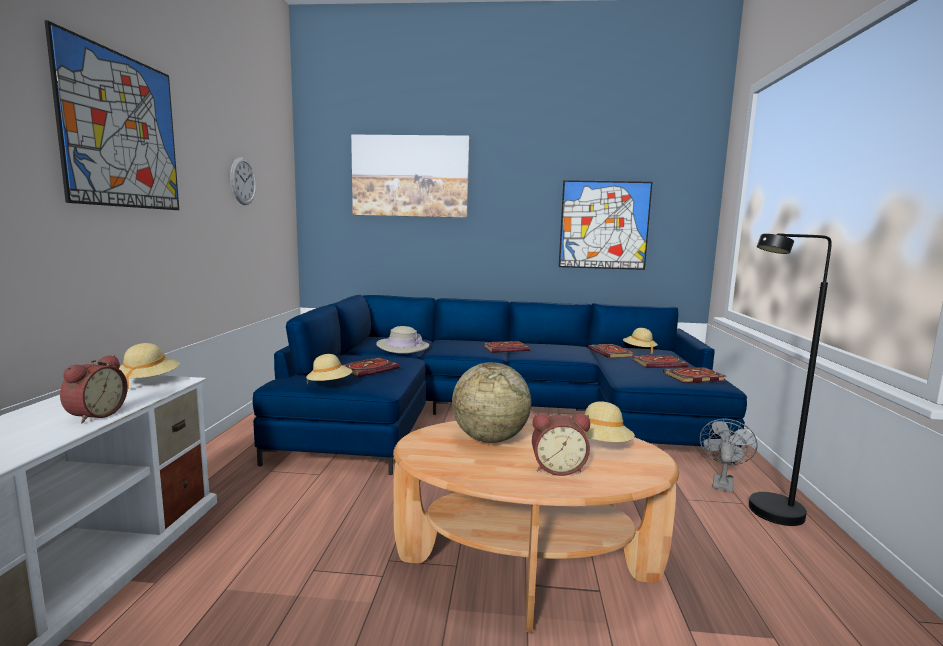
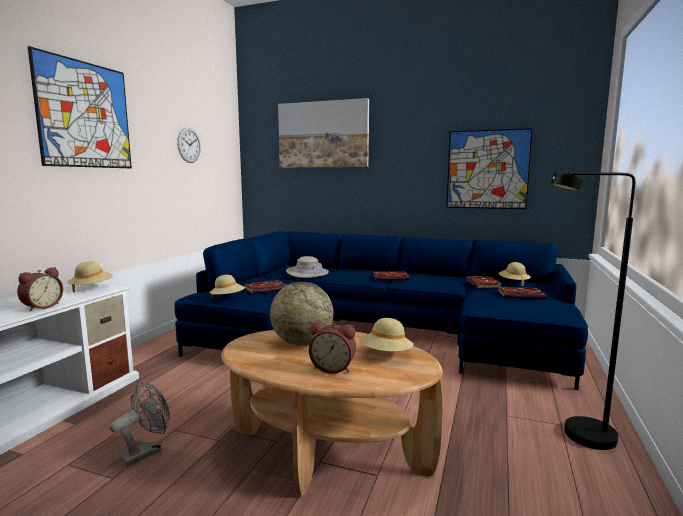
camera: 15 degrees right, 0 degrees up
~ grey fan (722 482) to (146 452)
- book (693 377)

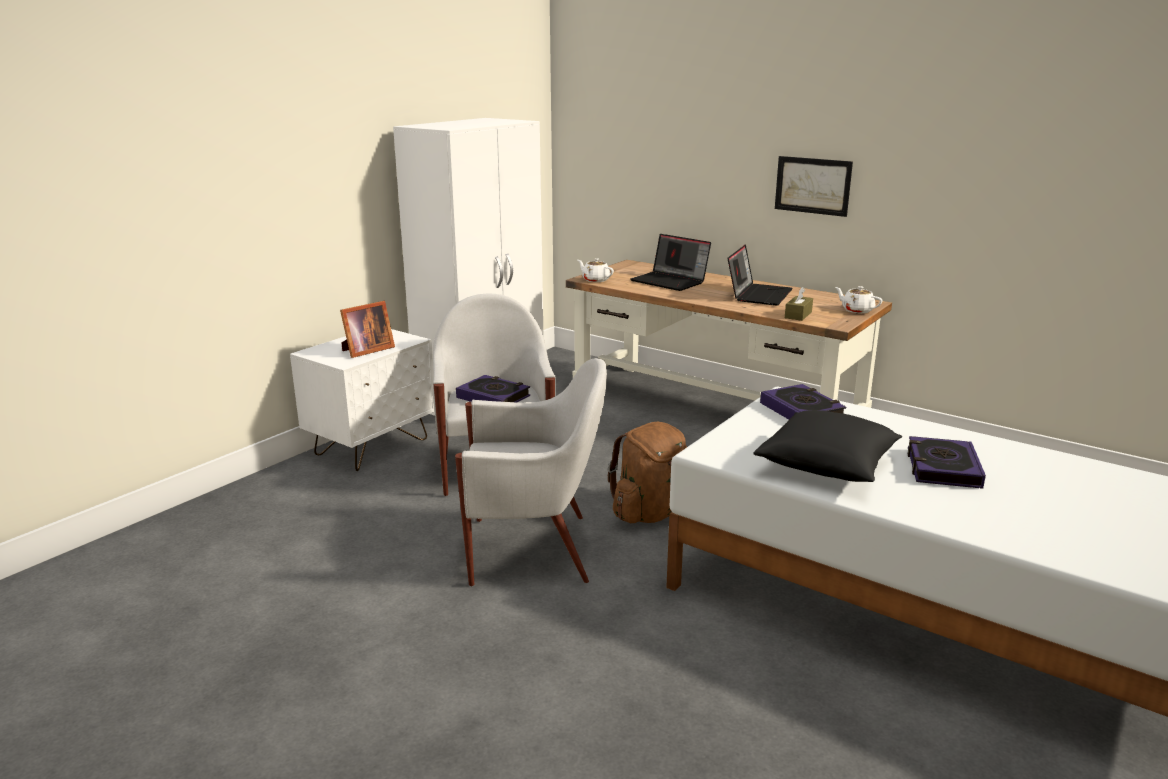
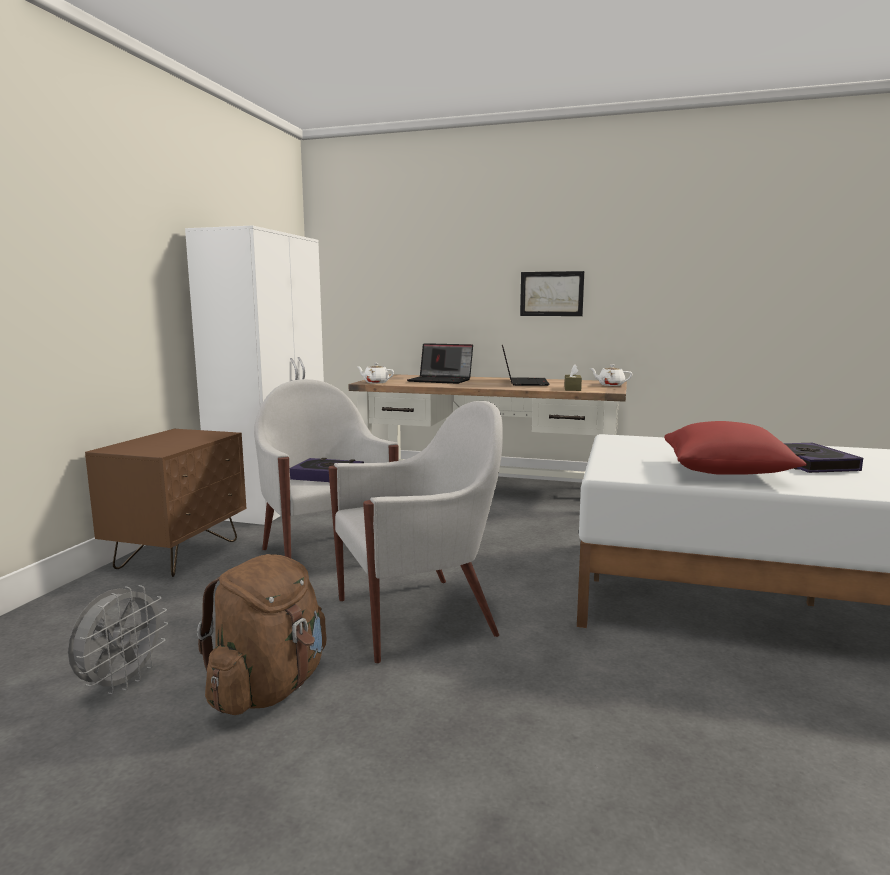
camera: 20 degrees left, 10 degrees down
+ grey fan (122 682)
~ white nightstand (372 447) to brown nightstand (178 554)
~ brown backpack (651 512) to (269 688)
~ black pillow (827 468) to red pillow (726 472)
- picture frame (366 350)
- book (801 411)

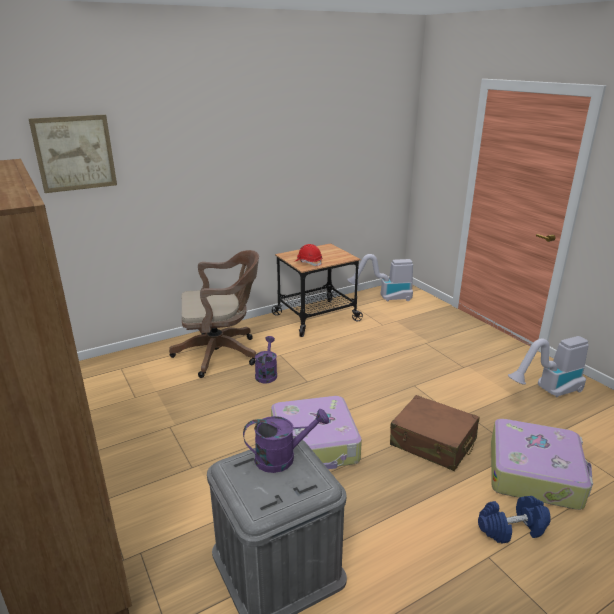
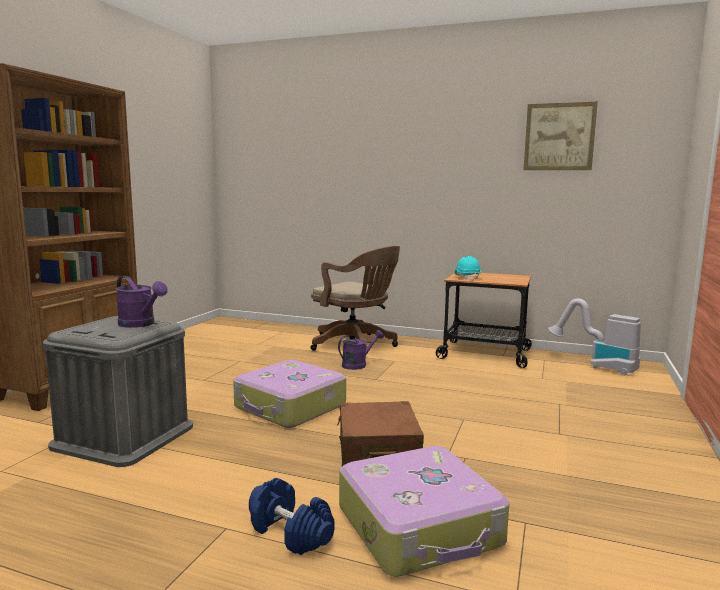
camera: 50 degrees right, 15 degrees down
~ red hard hat (308 263) to turquoise hard hat (467 278)
~ picture (75 153) to (559 137)
- vacuum cleaner (547 391)

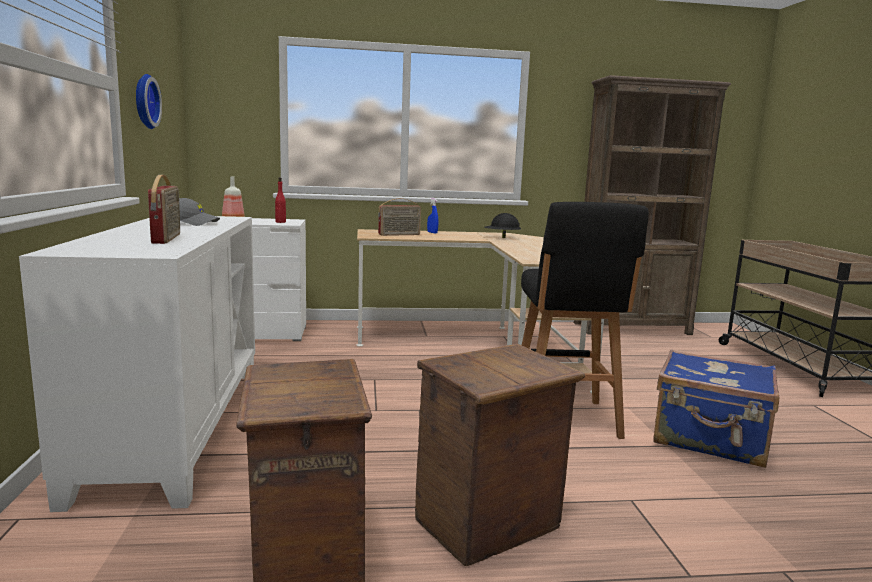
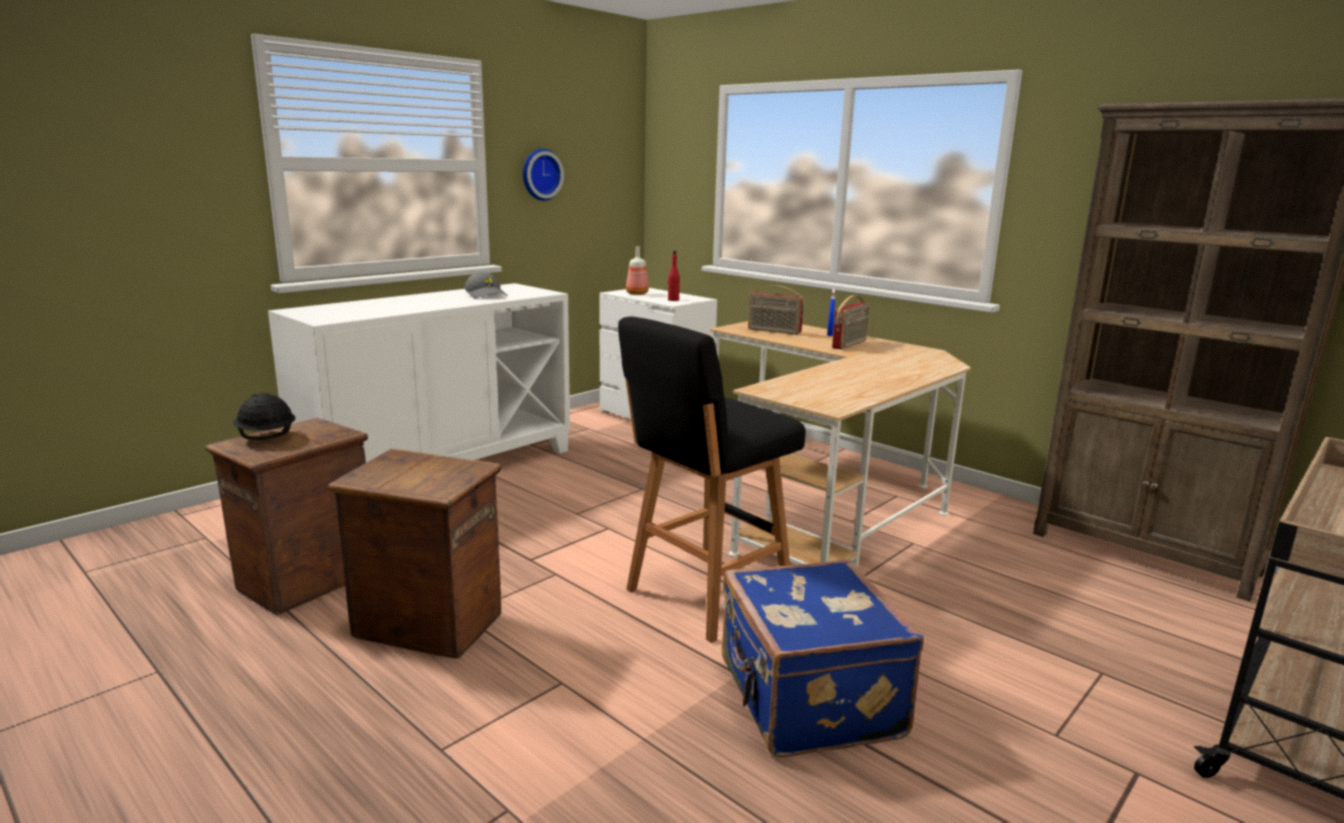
camera: 50 degrees right, 5 degrees up
~ black hard hat (501 237) to (266 437)
~ radio (167 238) to (850 344)

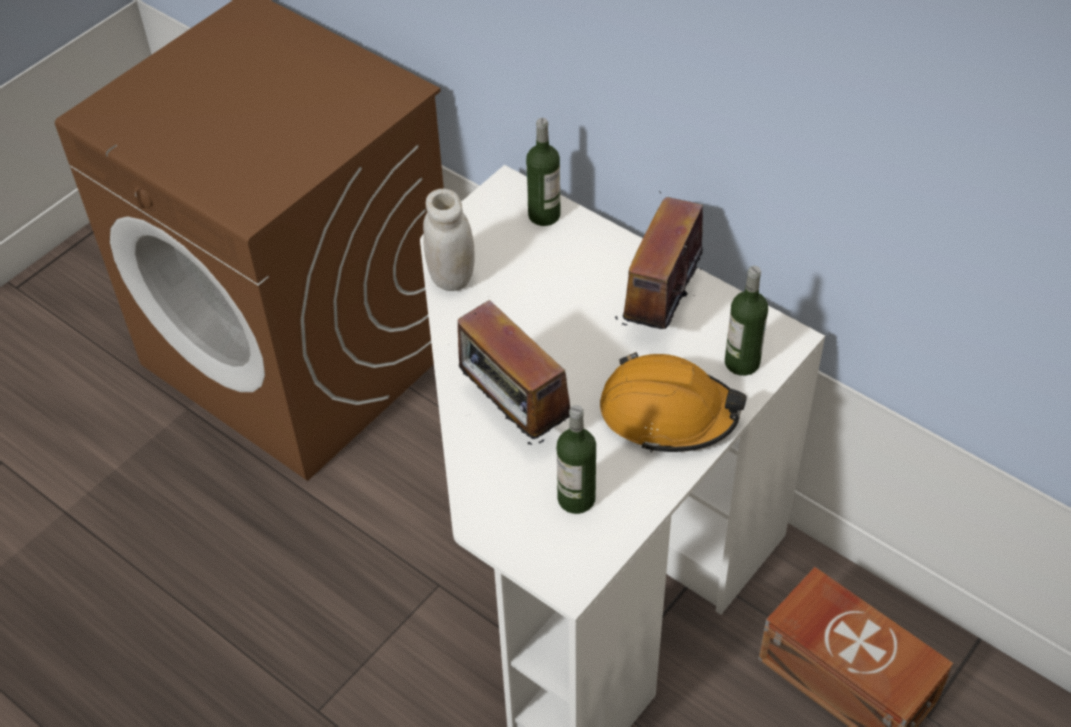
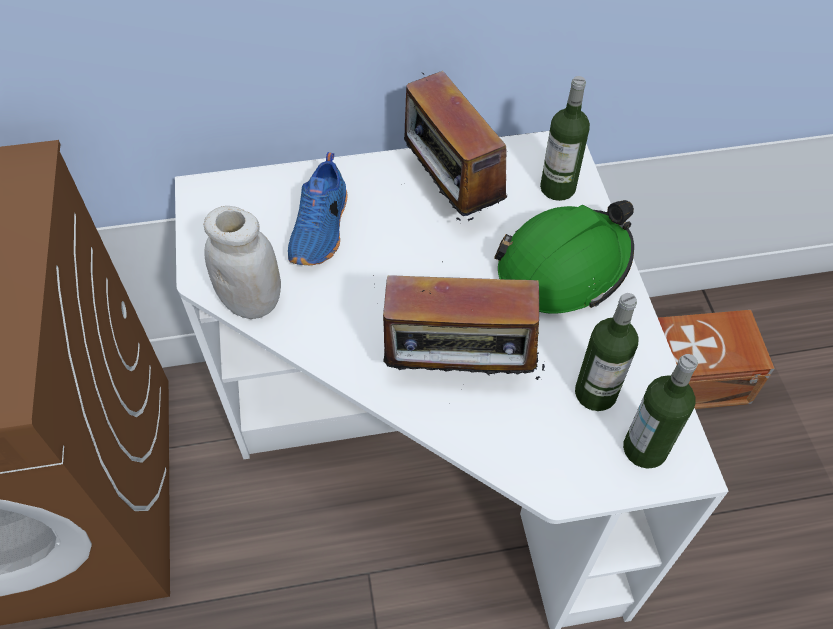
camera: 50 degrees left, 5 degrees up
+ blue shoe (322 229)
~ orange hard hat (668 414) to green hard hat (564 267)
~ bottle (544 215) to (644 449)

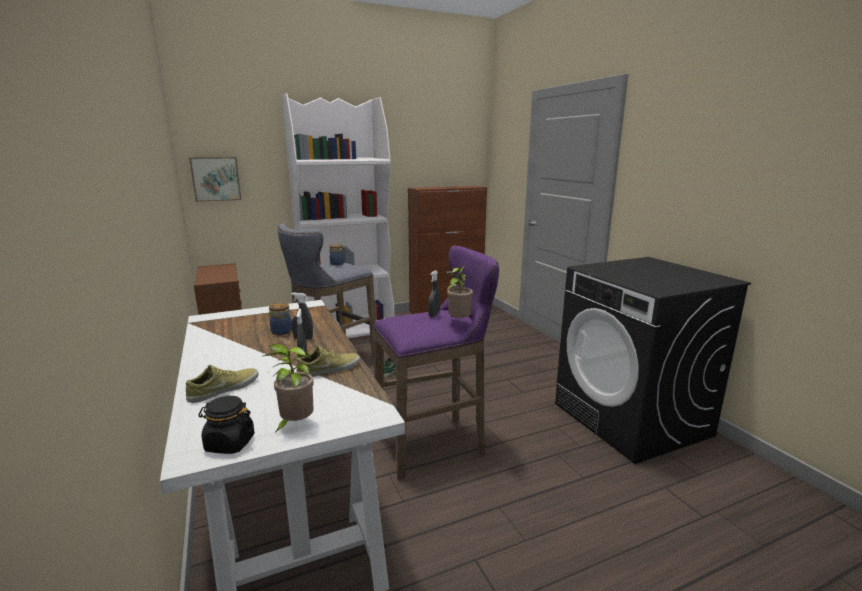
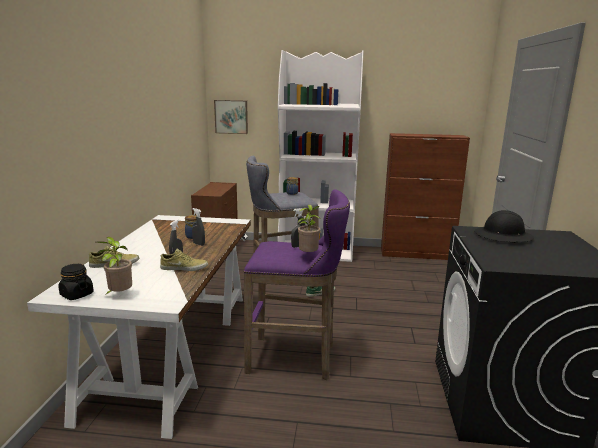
camera: 30 degrees right, 0 degrees up
+ black hard hat (503 236)

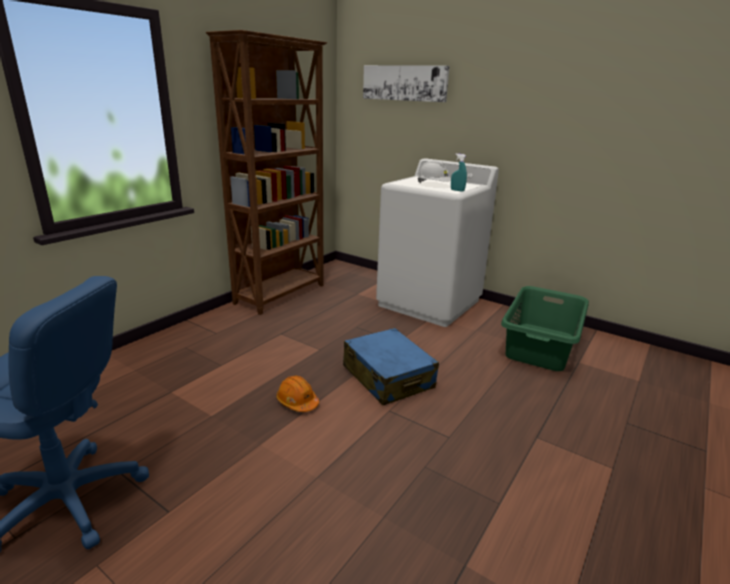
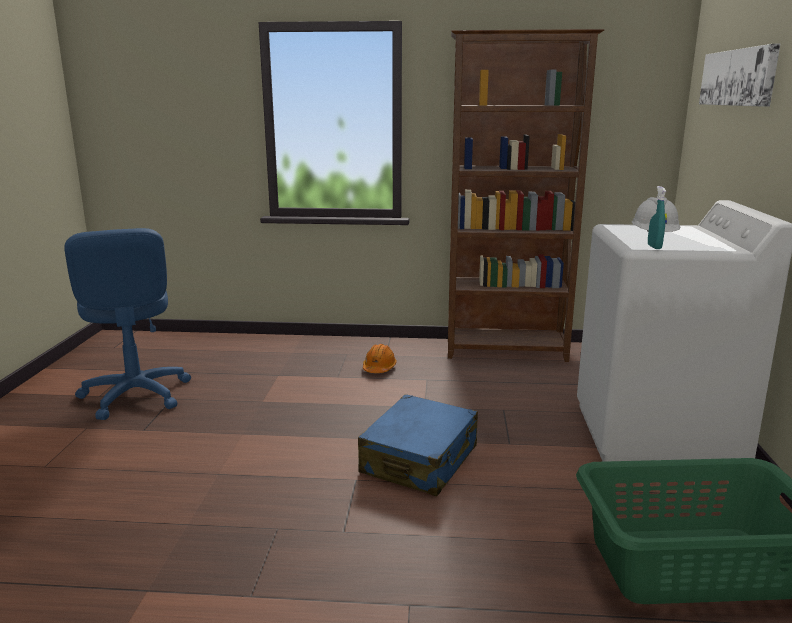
camera: 60 degrees right, 5 degrees down
~ orange hard hat (297 402) to (379 368)

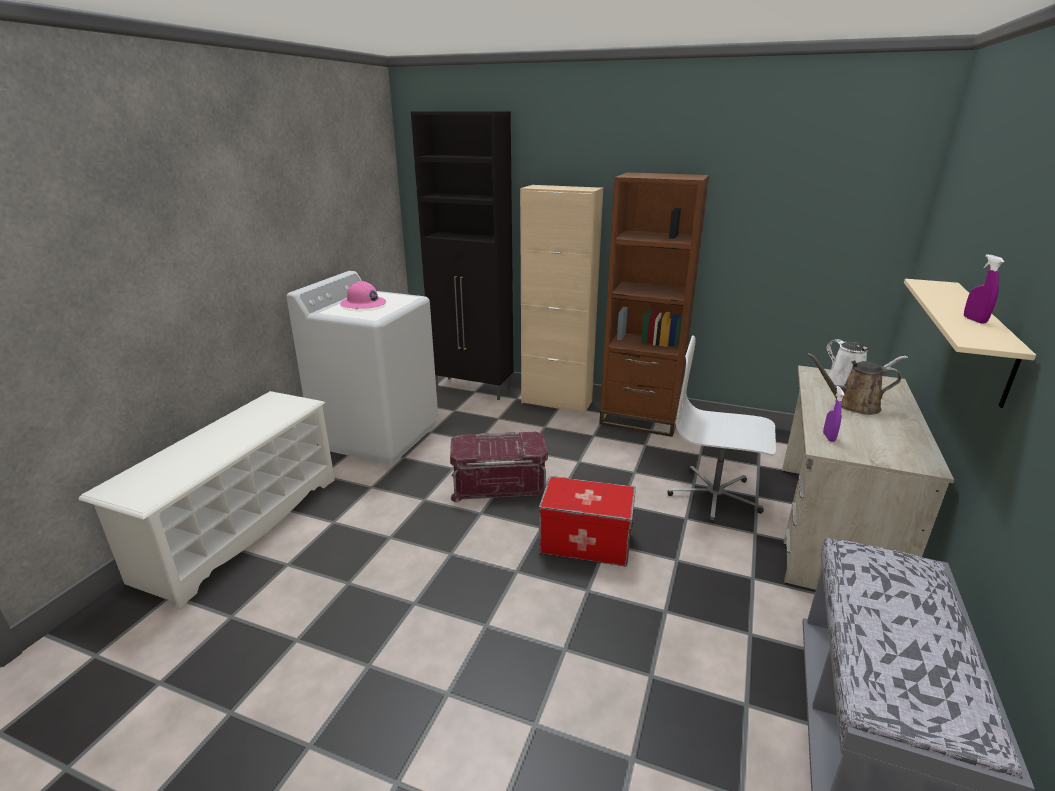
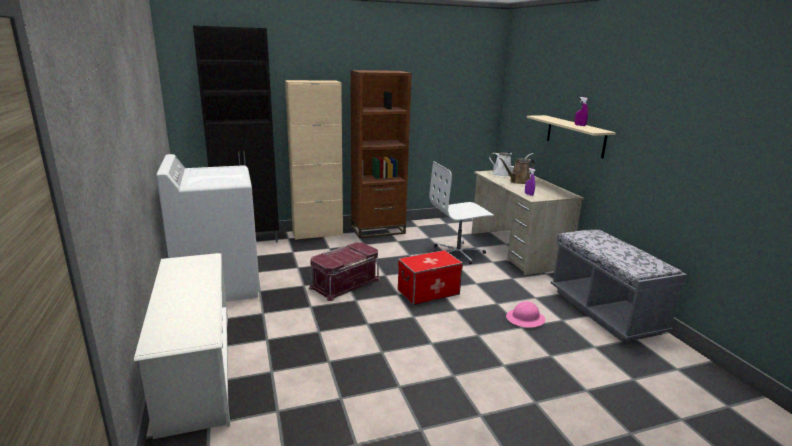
camera: 40 degrees left, 5 degrees down
~ pink hard hat (363 304) to (525 319)

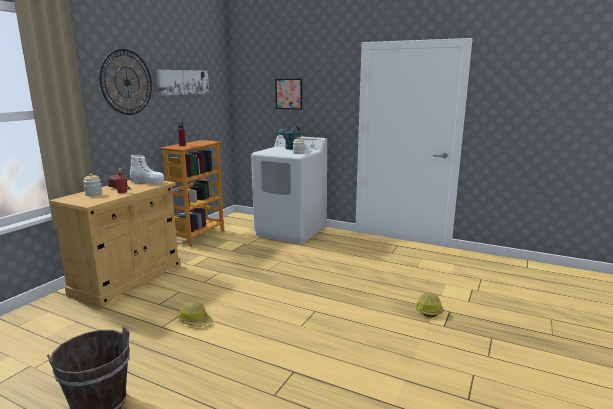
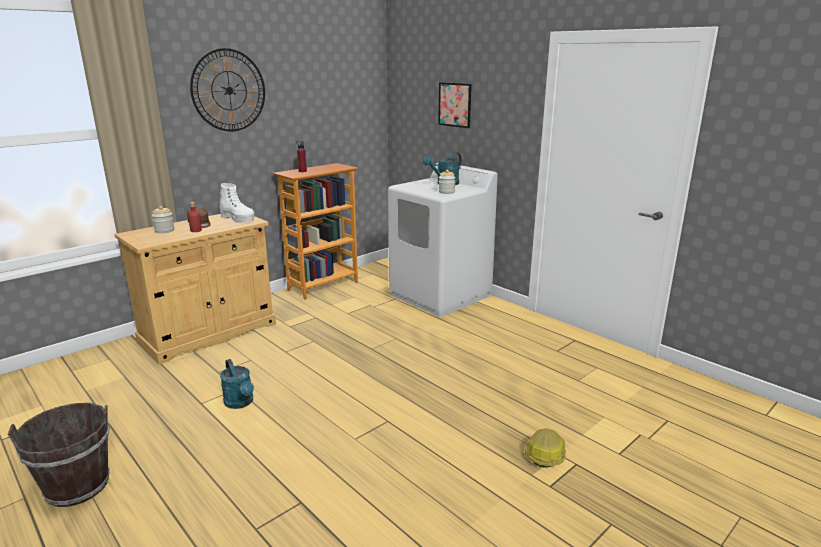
camera: 20 degrees right, 5 degrees up
~ hard hat (195 320) to turquoise watering can (240 403)
- picture (183 82)

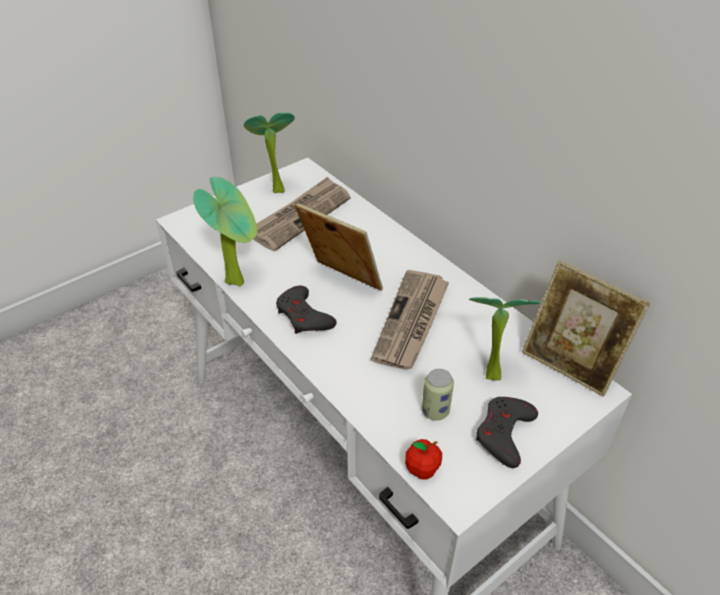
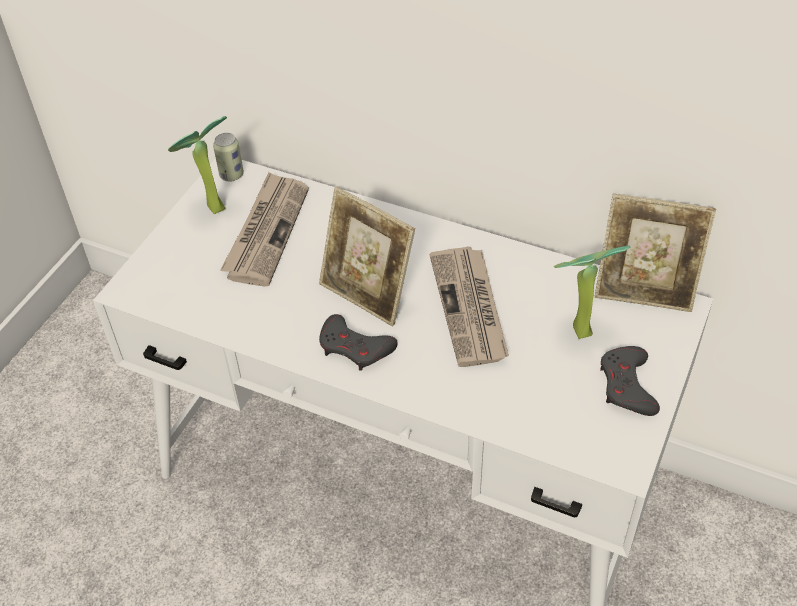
camera: 25 degrees left, 5 degrees up
~ can (435 411) to (231 175)
~ picture frame (340 283) = (367 294) 150 degrees counterclockwise
- potted plant (238 280)
- apple (422 470)

